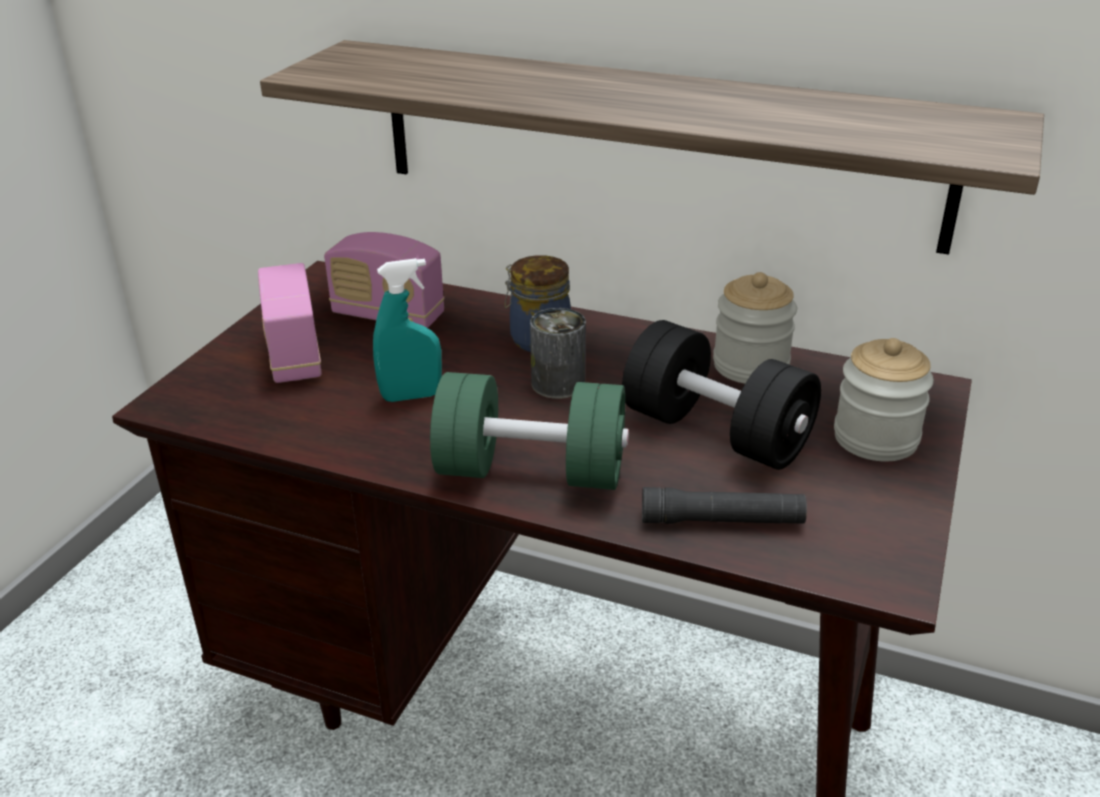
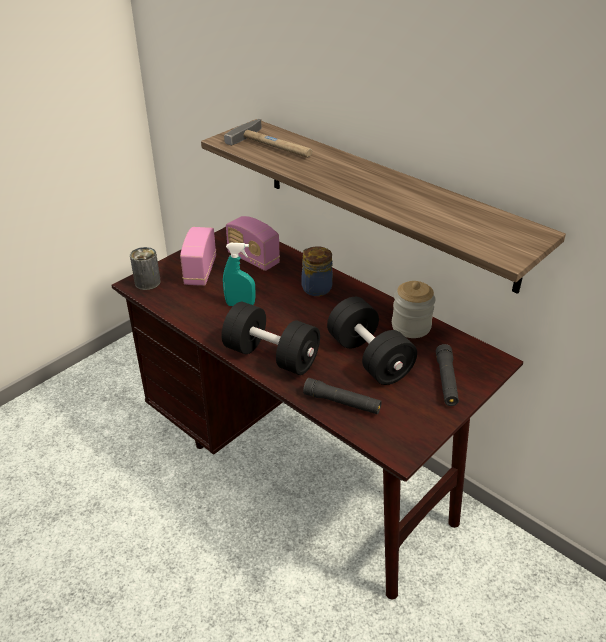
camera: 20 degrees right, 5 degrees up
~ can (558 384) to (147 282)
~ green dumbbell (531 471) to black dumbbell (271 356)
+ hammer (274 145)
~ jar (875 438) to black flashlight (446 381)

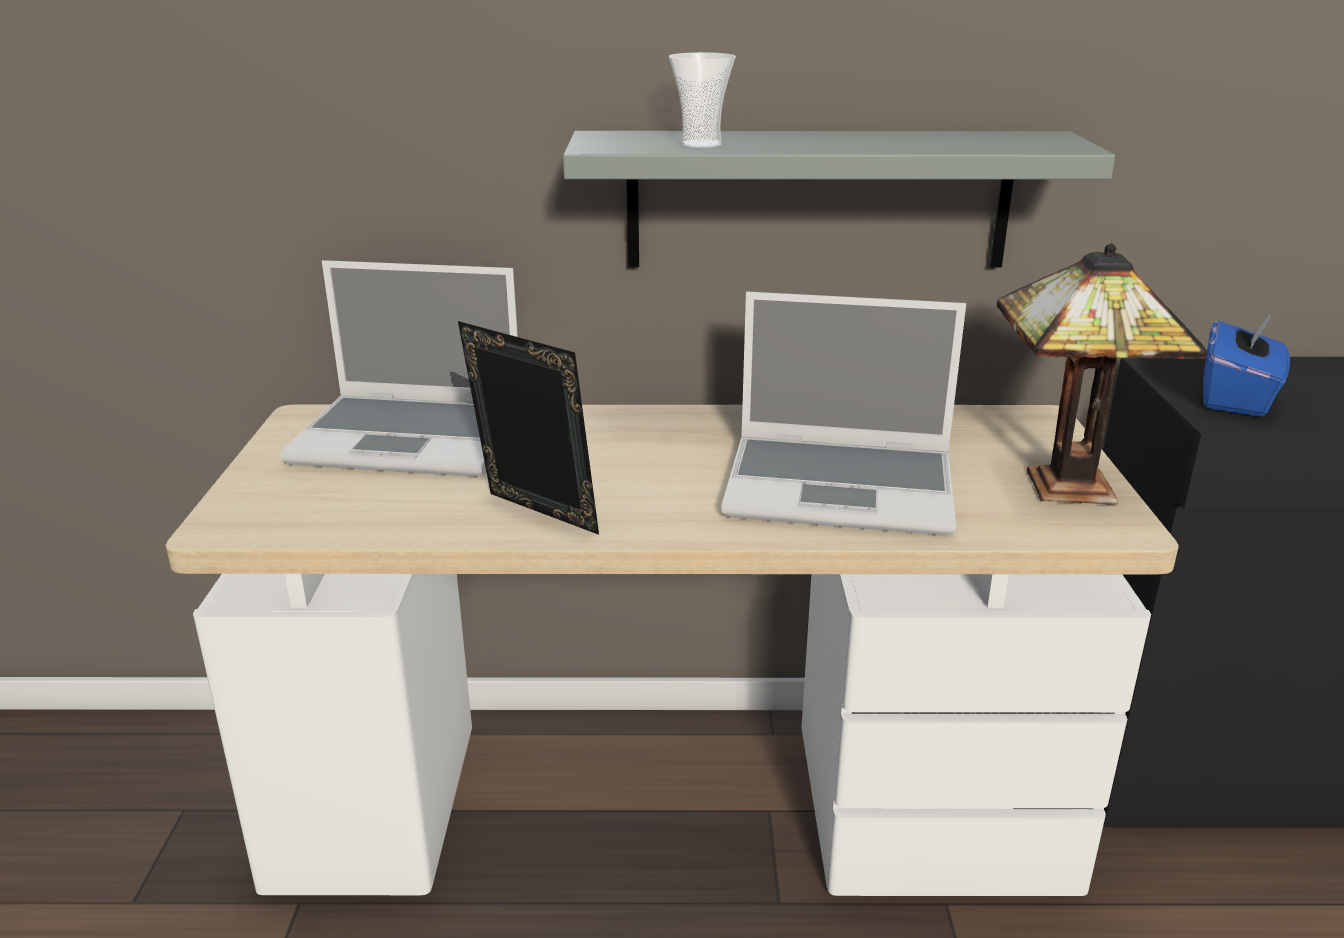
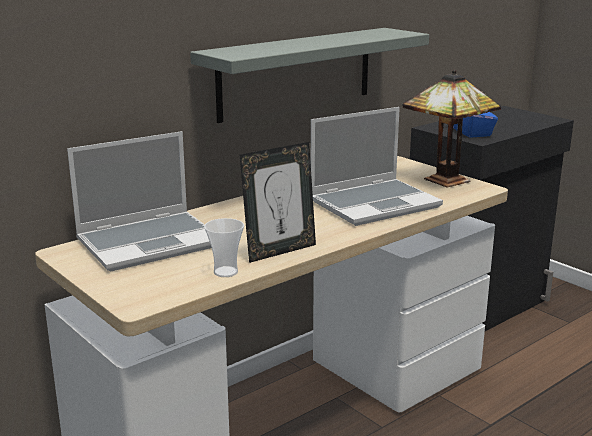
camera: 40 degrees left, 5 degrees down
~ cup (701 144) to (225 272)
~ picture frame (534 518) = (279 251) 150 degrees clockwise

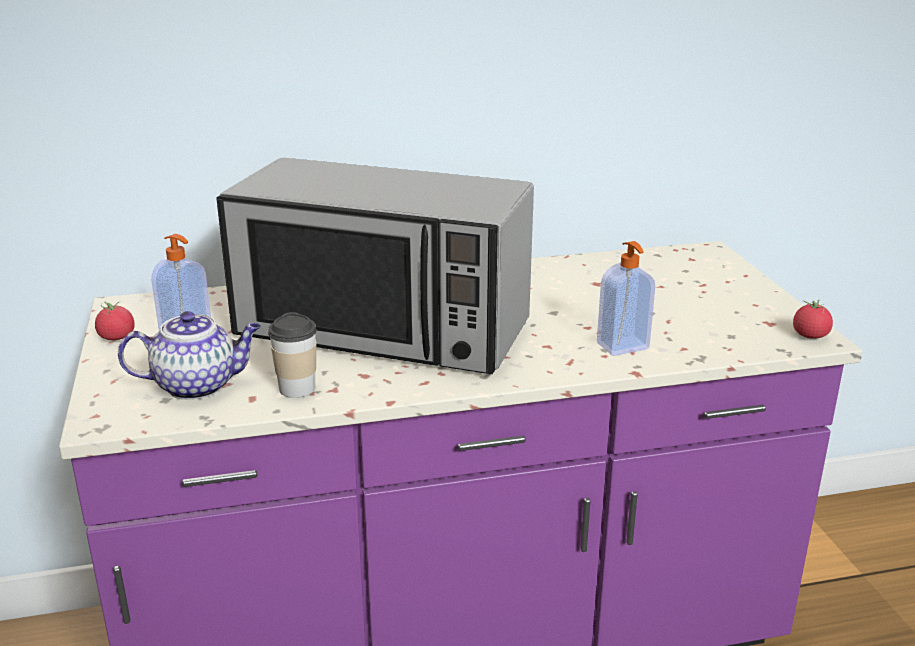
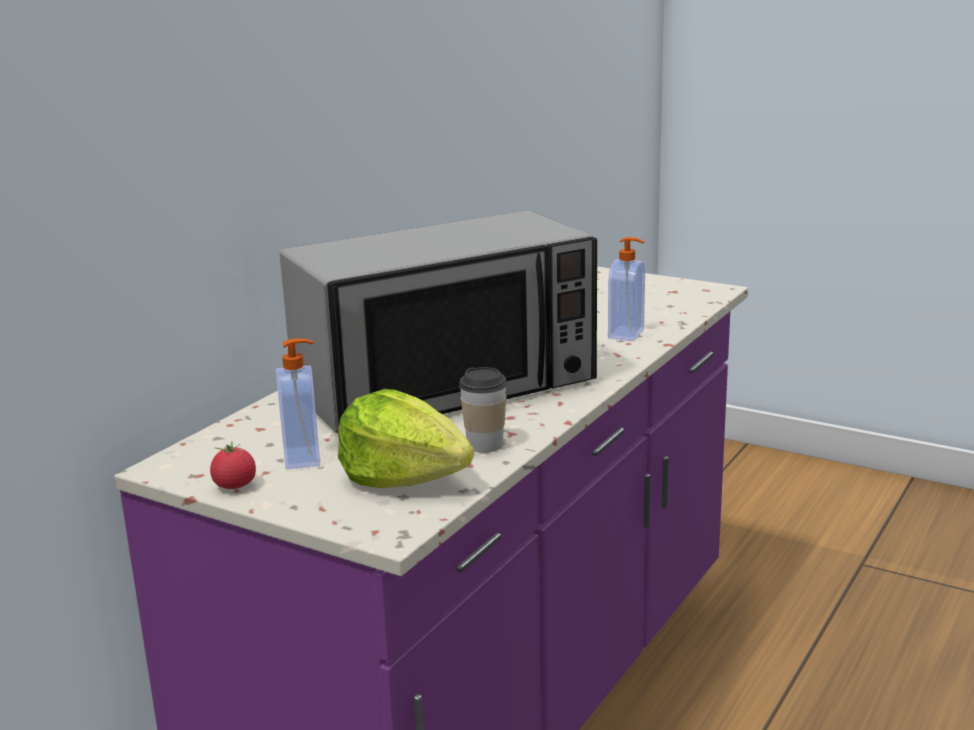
camera: 45 degrees left, 5 degrees down
~ teapot (198 385) to lettuce (403 477)
- tomato (810 336)

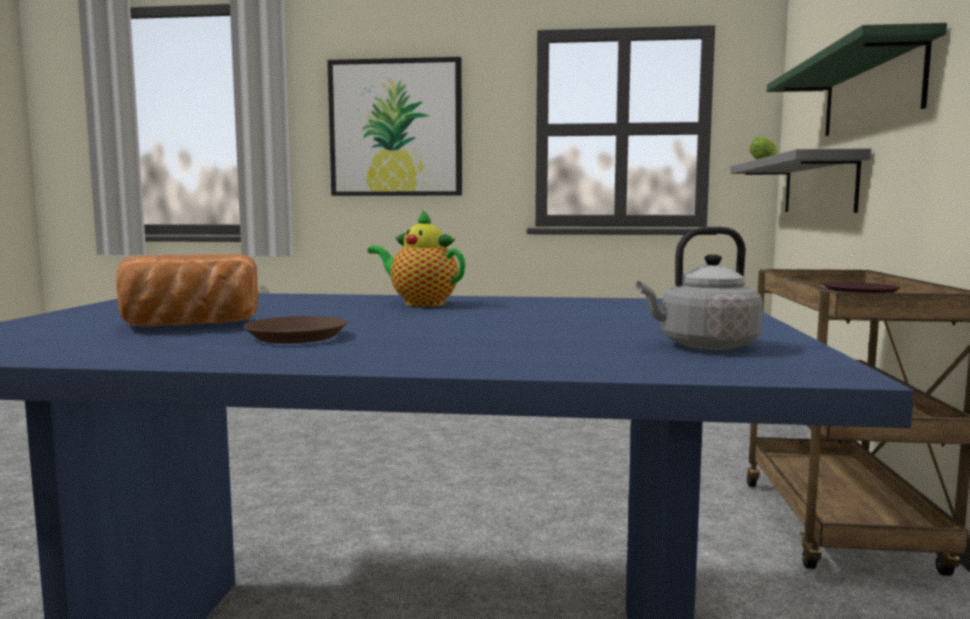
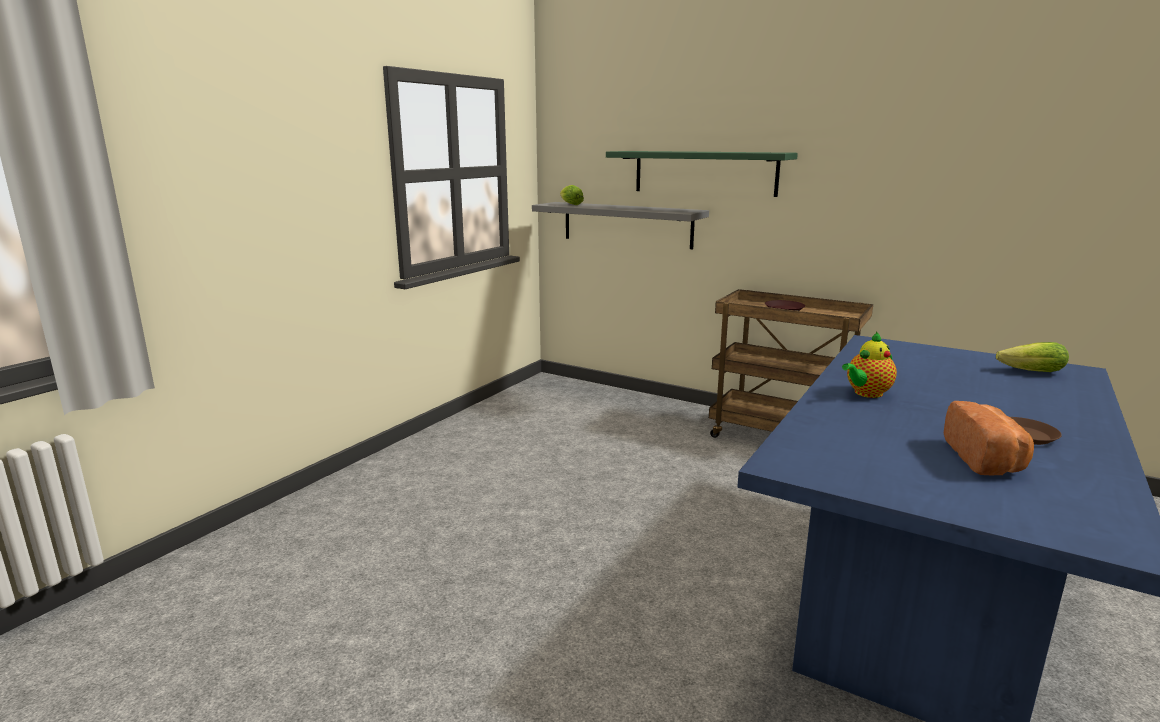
camera: 65 degrees left, 10 degrees up
~ grey kettle (703 346) to lettuce (1027 371)
- picture (395 128)

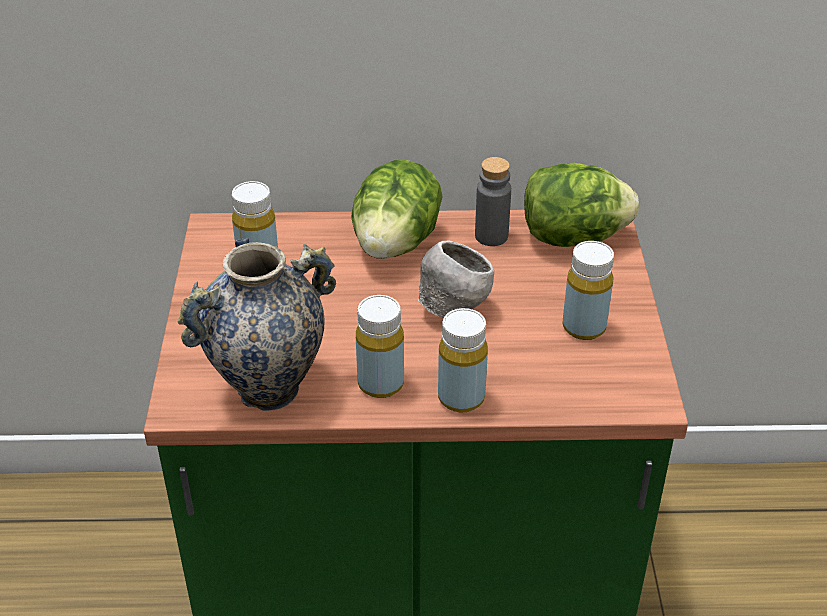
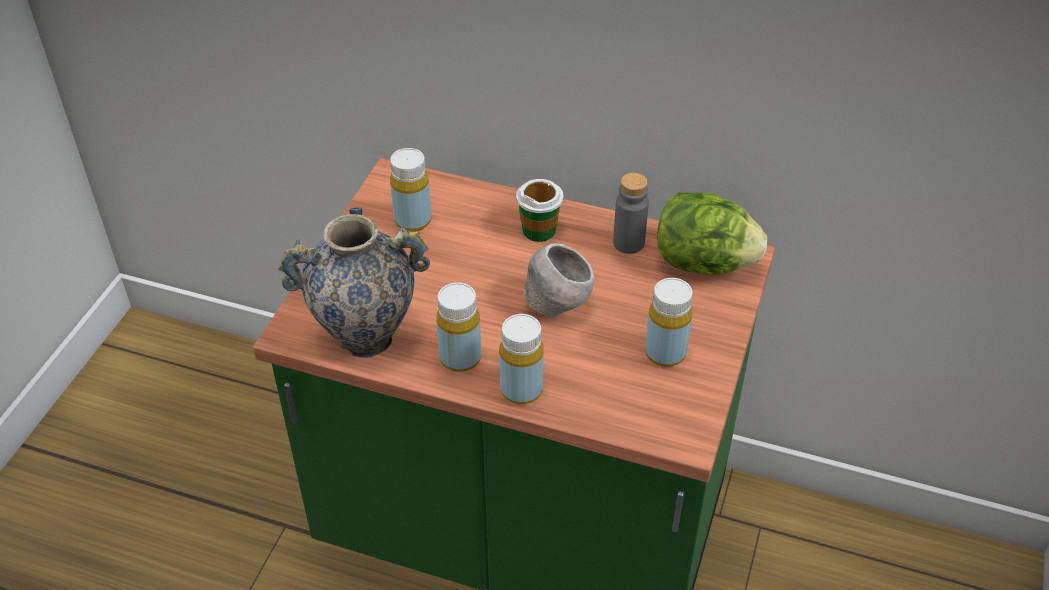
camera: 20 degrees right, 5 degrees up
~ lettuce (395 244) to cup (539 230)

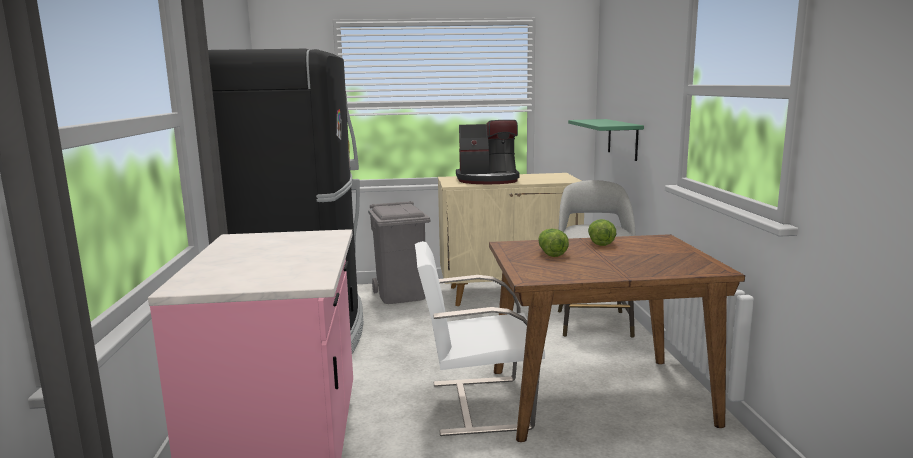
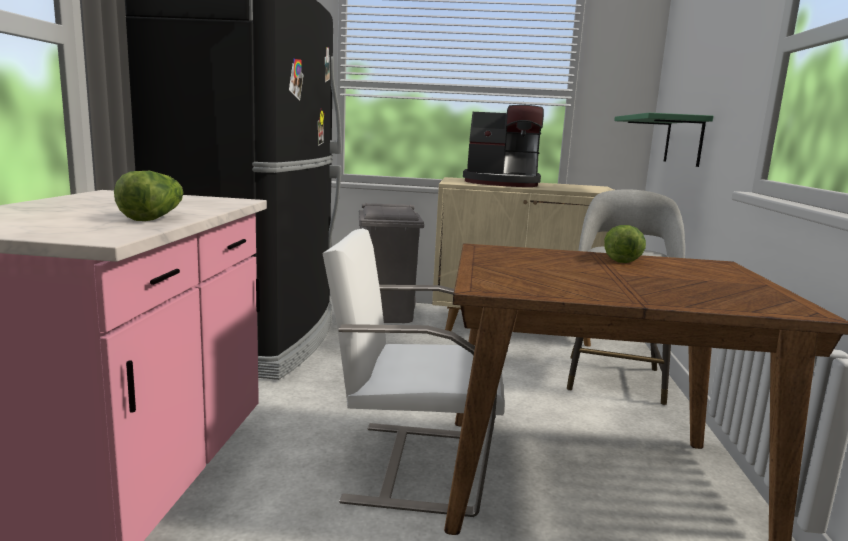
camera: 10 degrees right, 0 degrees up
~ lettuce (551 253) to (153 217)

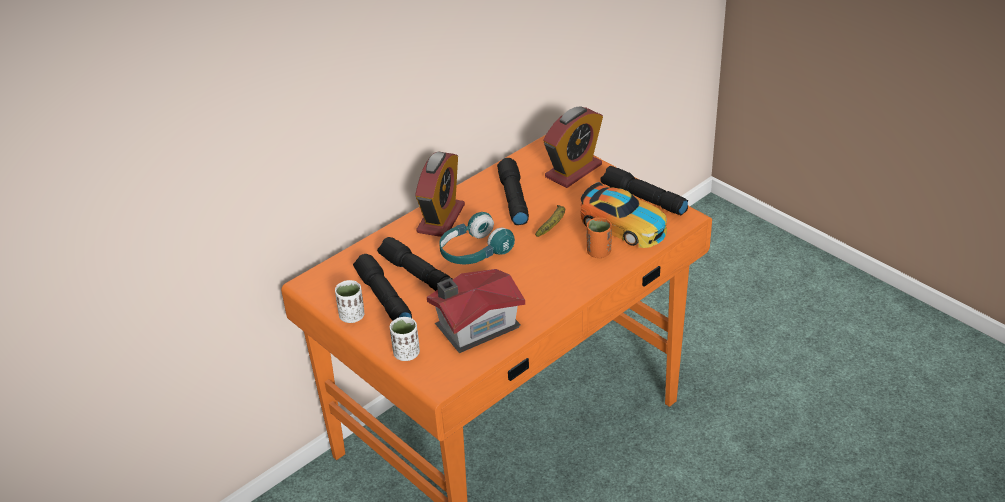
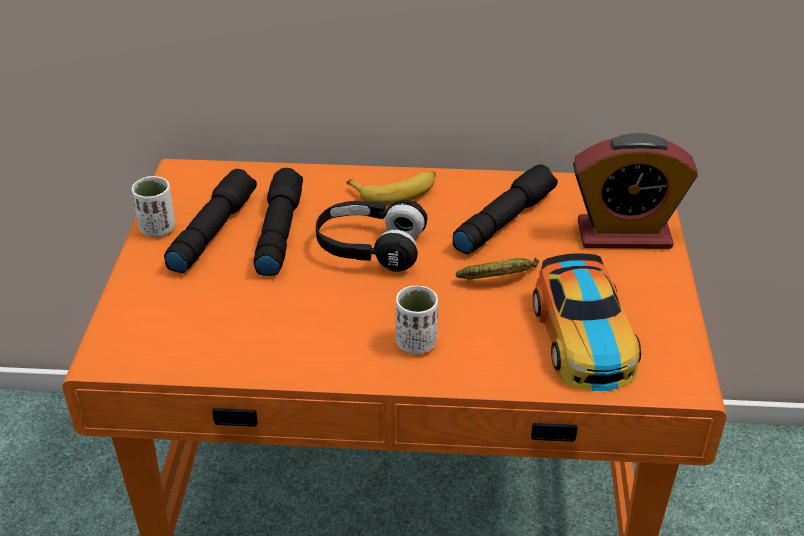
camera: 45 degrees right, 0 degrees up
~ turquoise headphones (474 252) to black headphones (370 248)
~ alarm clock (441 219) to banana (396 192)
~ white cup (406 354) to (416 343)
- toy house (474 326)
- orange cup (598 252)
- black flashlight (642 199)

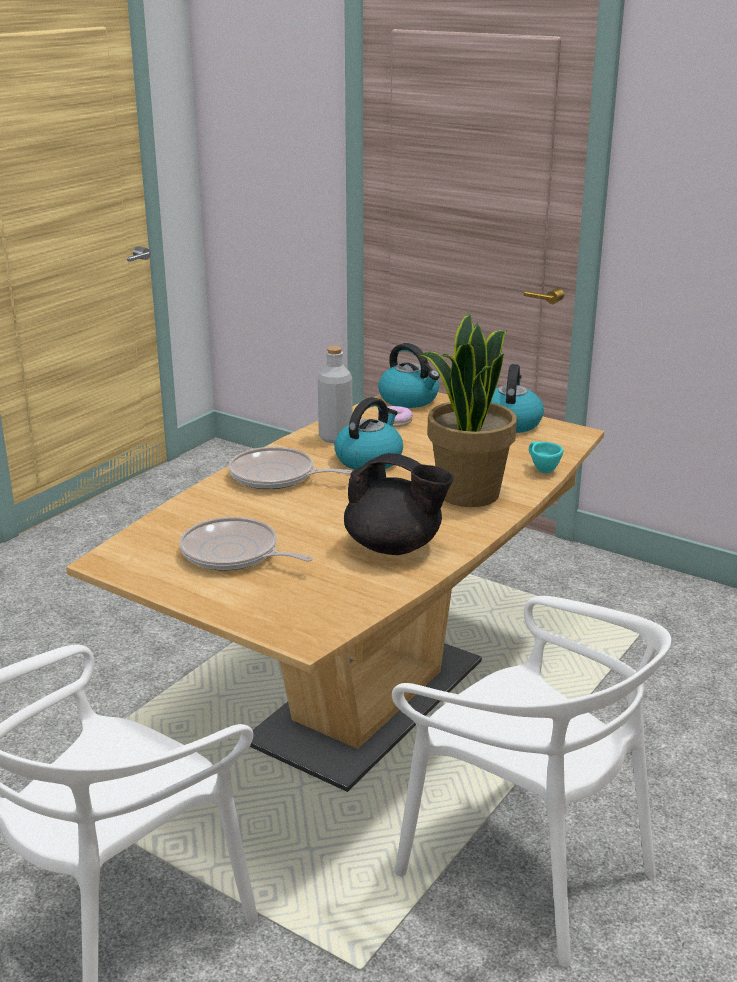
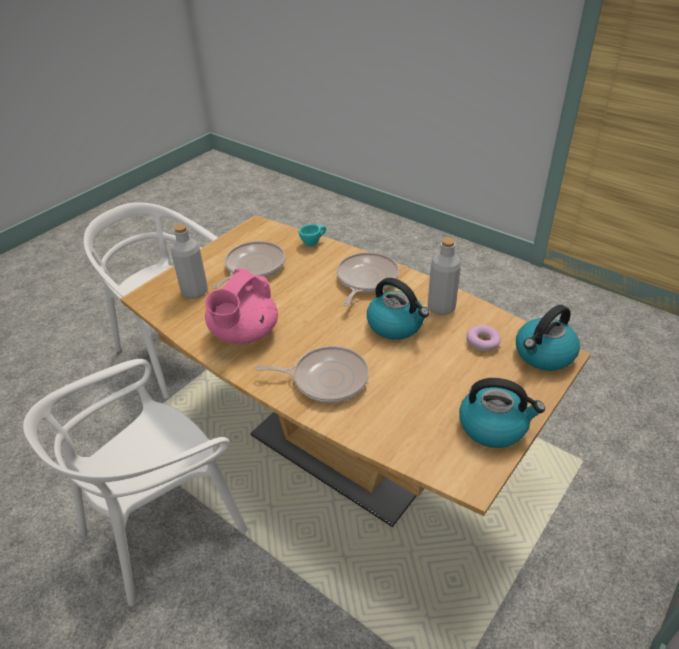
camera: 95 degrees right, 15 degrees up
+ grey bottle (194 291)
~ black teapot (394 547) to pink teapot (243 334)
~ potted plant (467 493) to frying pan (326 378)
~ turquoise cup (541 469) to (313 243)

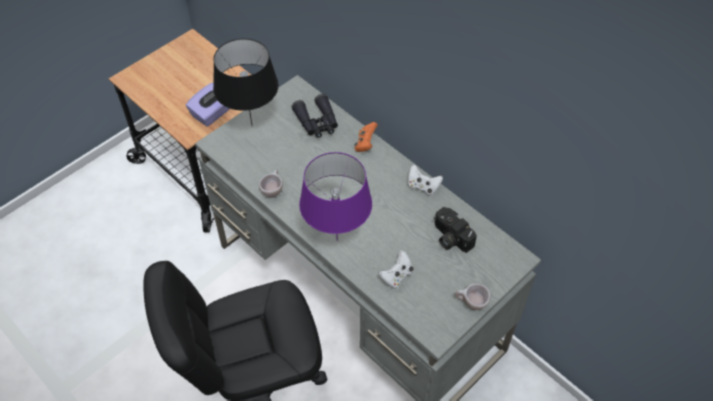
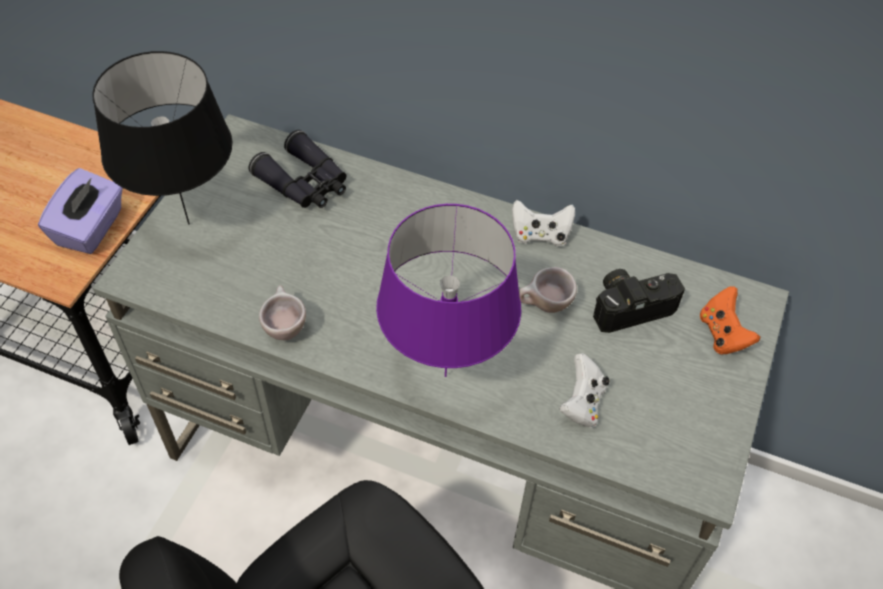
camera: 25 degrees left, 0 degrees up
~ beige cup (470 304) to (543 307)
~ photo camera (450 238) = (631 305) 135 degrees clockwise
~ orange game controller (365 144) to (722 334)

